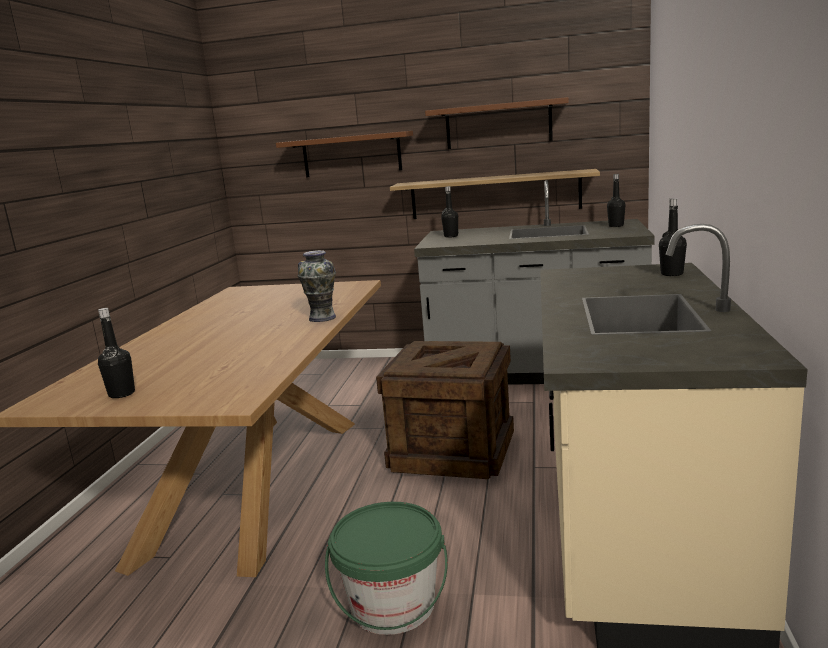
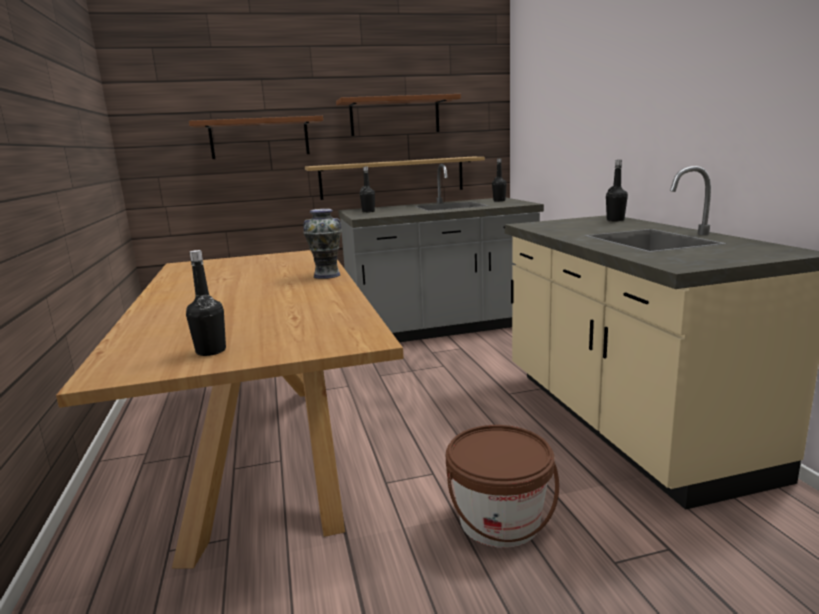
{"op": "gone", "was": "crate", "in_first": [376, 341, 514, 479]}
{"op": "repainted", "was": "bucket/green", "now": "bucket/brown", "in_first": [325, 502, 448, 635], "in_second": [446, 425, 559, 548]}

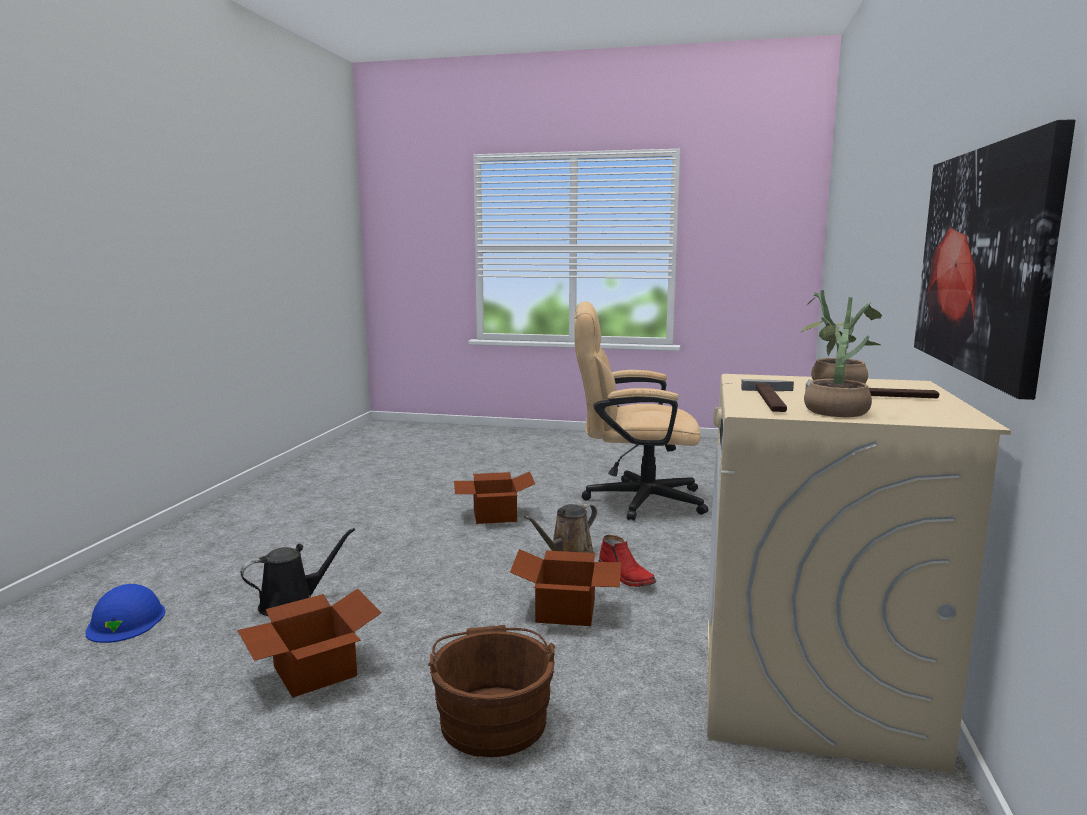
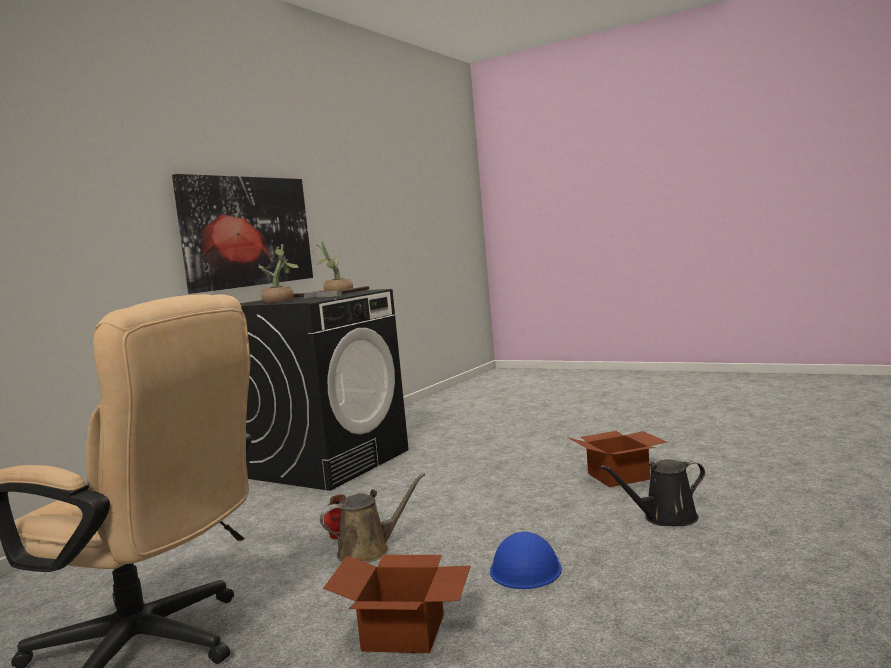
{"op": "repainted", "was": "washing machine/beige", "now": "washing machine/black", "in_first": [707, 374, 1011, 773], "in_second": [240, 289, 408, 491]}
{"op": "gone", "was": "cardboard box", "in_first": [510, 549, 621, 626]}
{"op": "shifted", "was": "hard hat/blue", "in_first": [85, 584, 165, 643], "in_second": [490, 532, 562, 589]}
{"op": "gone", "was": "bucket/brown", "in_first": [428, 625, 555, 757]}

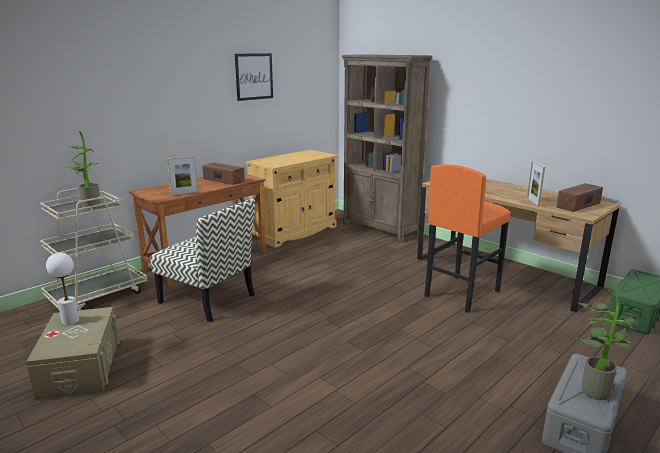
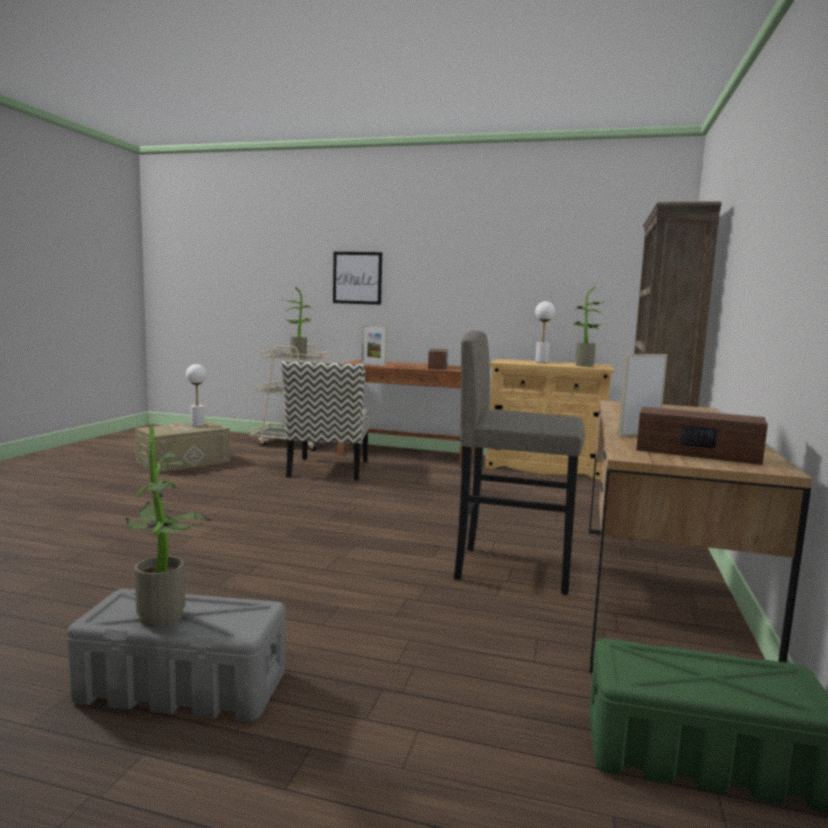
{"op": "shifted", "was": "picture", "in_first": [235, 53, 273, 101], "in_second": [333, 252, 382, 305]}
{"op": "repainted", "was": "stool/orange", "now": "stool/grey", "in_first": [424, 165, 511, 313], "in_second": [454, 330, 585, 595]}
{"op": "new", "now": "potted plant", "in_second": [573, 286, 610, 367]}
{"op": "new", "now": "table lamp/white", "in_second": [535, 301, 555, 363]}

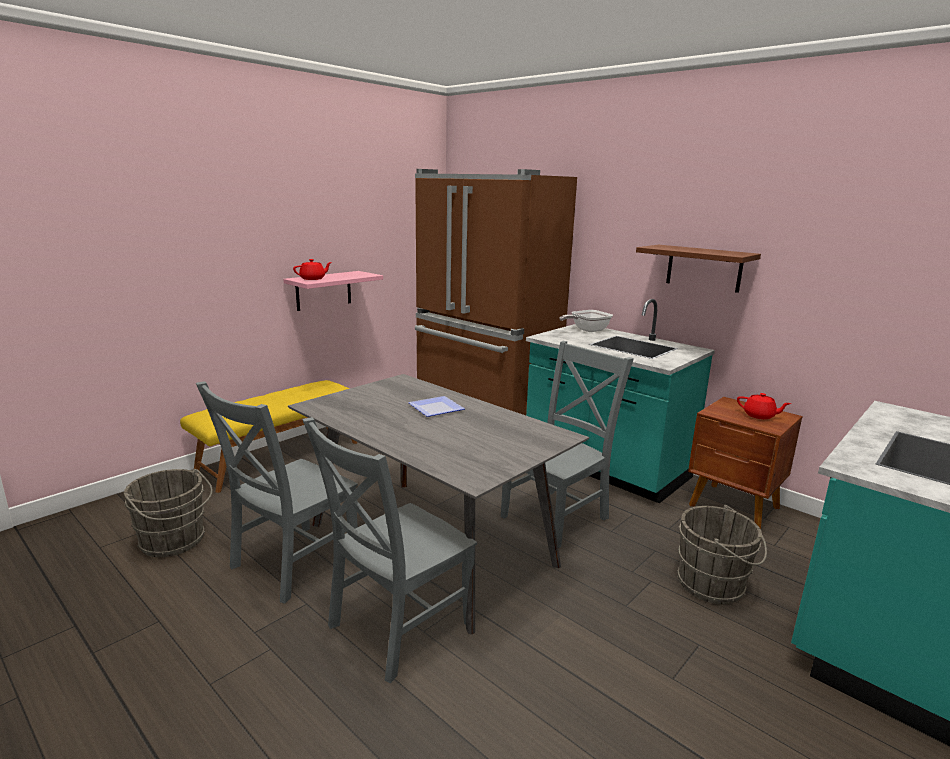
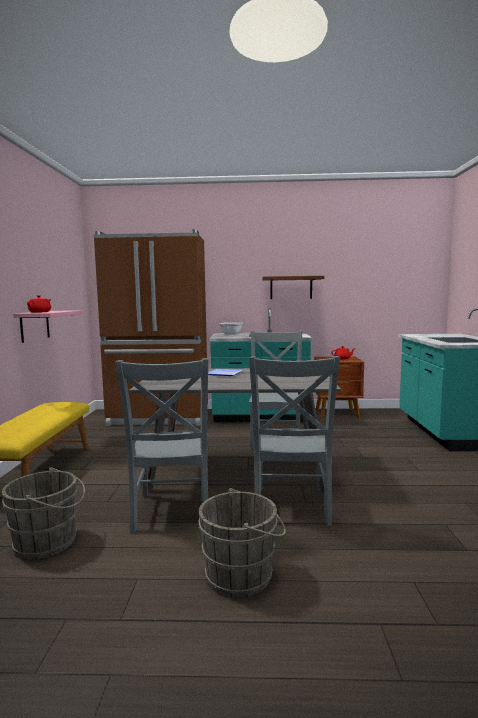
{"op": "shifted", "was": "bucket/grey", "in_first": [677, 505, 767, 604], "in_second": [199, 488, 286, 597]}

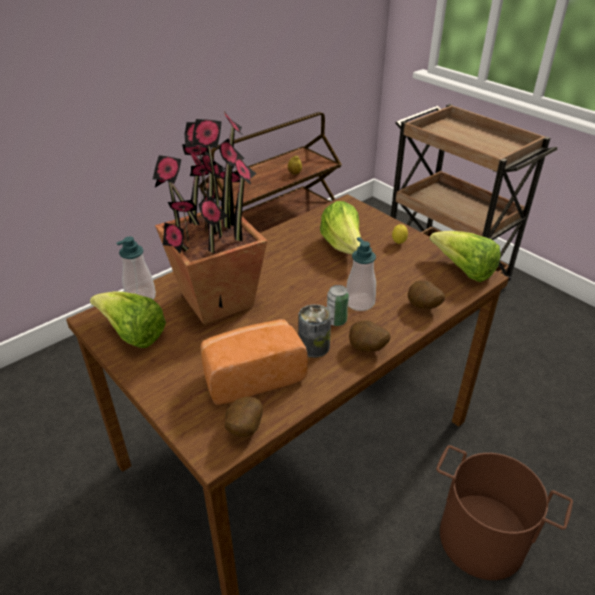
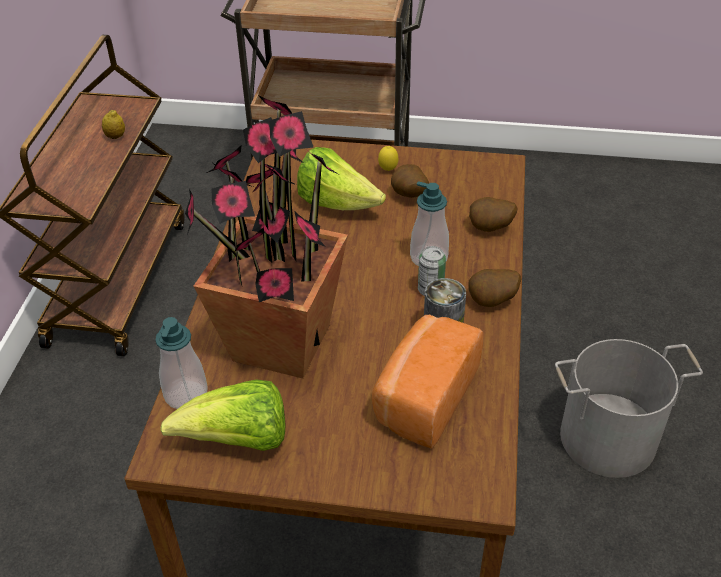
{"op": "gone", "was": "lettuce", "in_first": [430, 231, 501, 282]}
{"op": "shifted", "was": "potato", "in_first": [225, 397, 263, 437], "in_second": [391, 164, 429, 198]}
{"op": "repainted", "was": "bucket/brown", "now": "bucket/grey", "in_first": [436, 445, 573, 580], "in_second": [555, 339, 703, 478]}

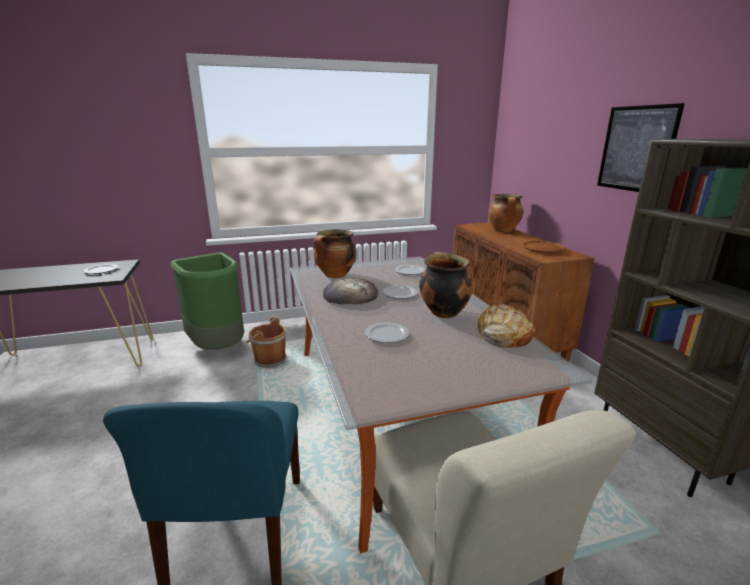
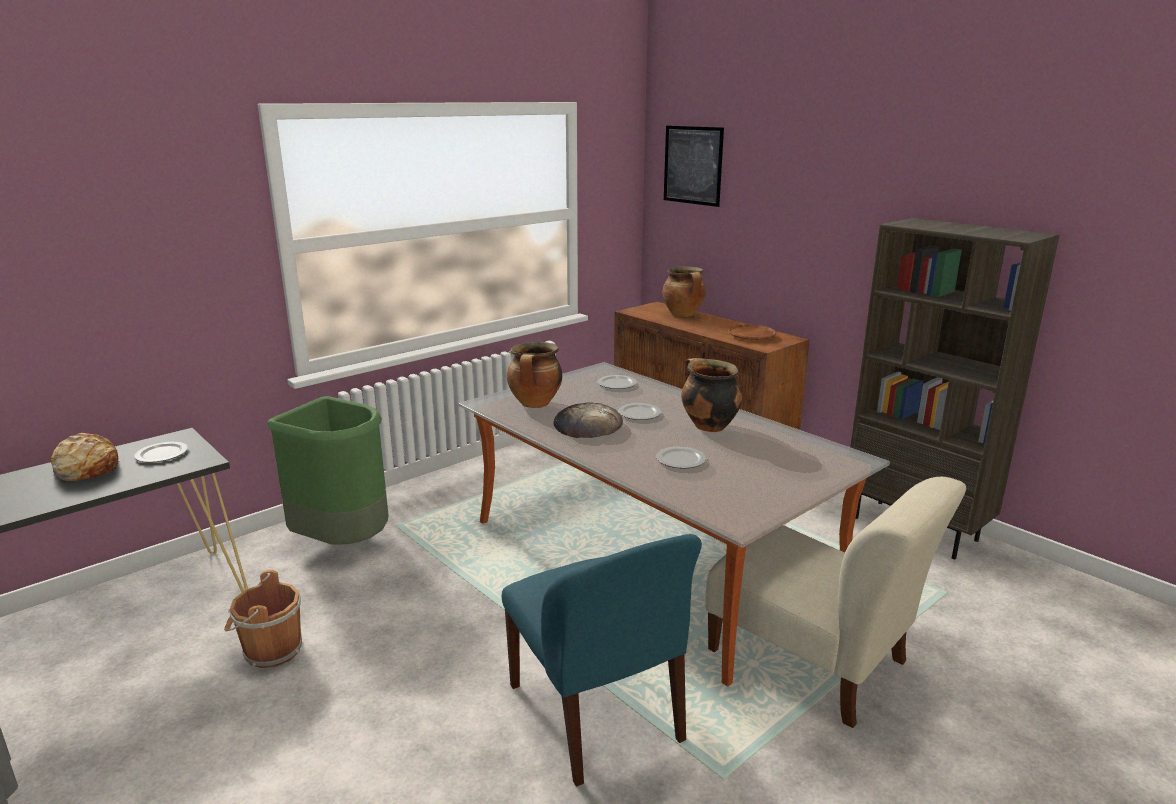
{"op": "shifted", "was": "picture", "in_first": [597, 103, 685, 192], "in_second": [664, 126, 724, 207]}
{"op": "shifted", "was": "bread", "in_first": [476, 304, 536, 348], "in_second": [51, 433, 120, 481]}
{"op": "shifted", "was": "bucket/brown", "in_first": [246, 316, 287, 368], "in_second": [224, 570, 302, 668]}

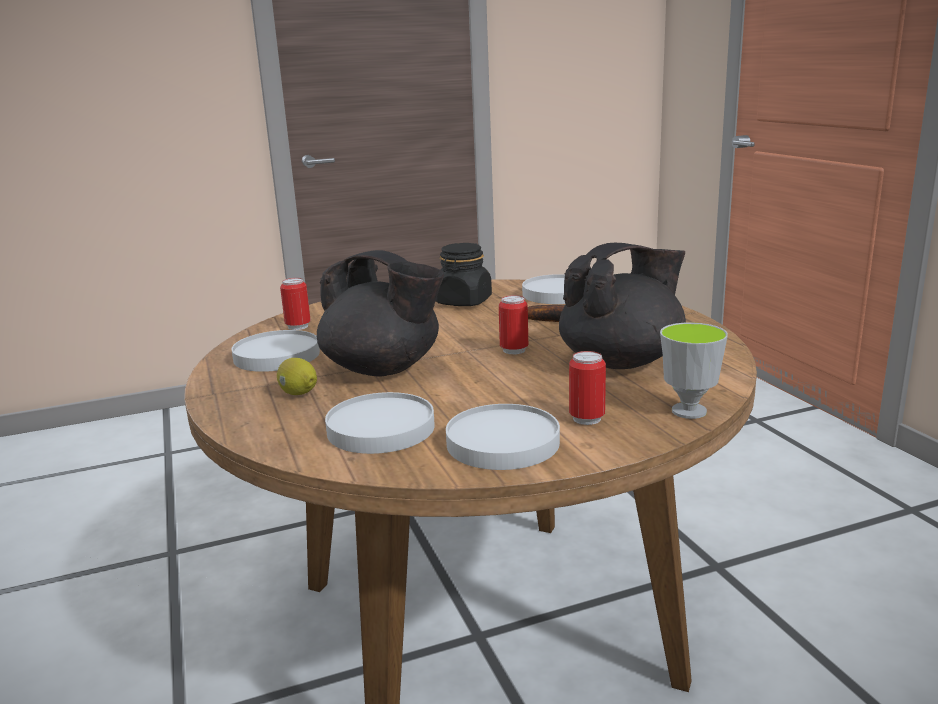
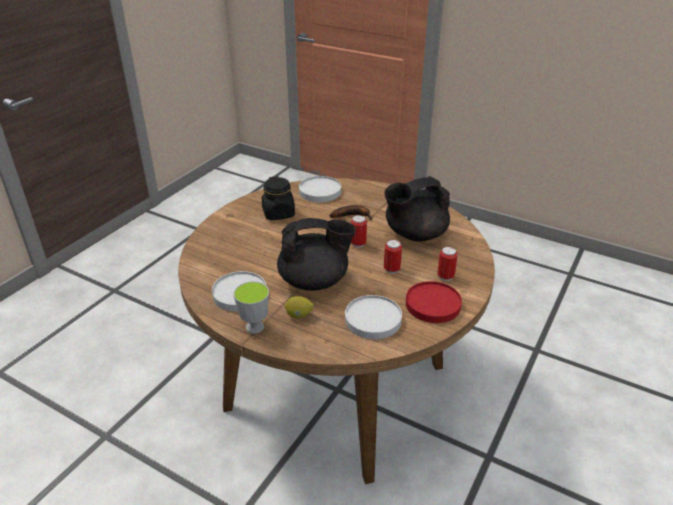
{"op": "rotated", "was": "teapot/black", "in_first": [559, 243, 686, 369], "in_second": [384, 176, 450, 241], "clockwise": -135}
{"op": "shifted", "was": "can", "in_first": [280, 278, 311, 330], "in_second": [384, 240, 402, 274]}
{"op": "shifted", "was": "cup", "in_first": [660, 322, 728, 419], "in_second": [234, 281, 269, 334]}
{"op": "repainted", "was": "plate/white", "now": "plate/red", "in_first": [446, 404, 560, 470], "in_second": [406, 281, 462, 323]}

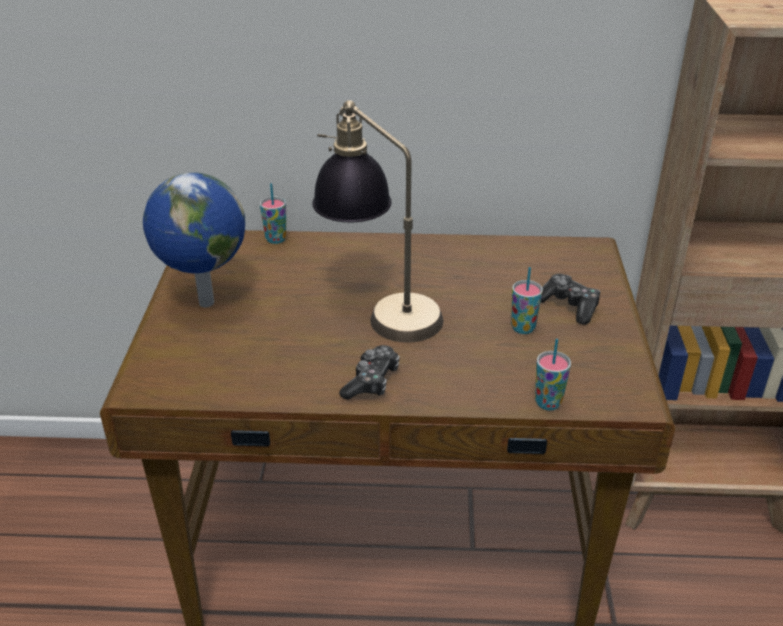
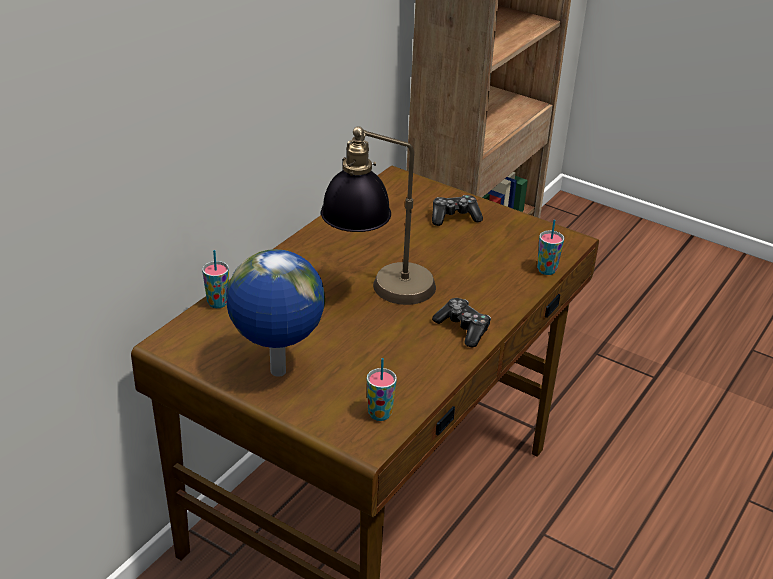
{"op": "shifted", "was": "cup", "in_first": [511, 267, 543, 334], "in_second": [367, 358, 397, 421]}

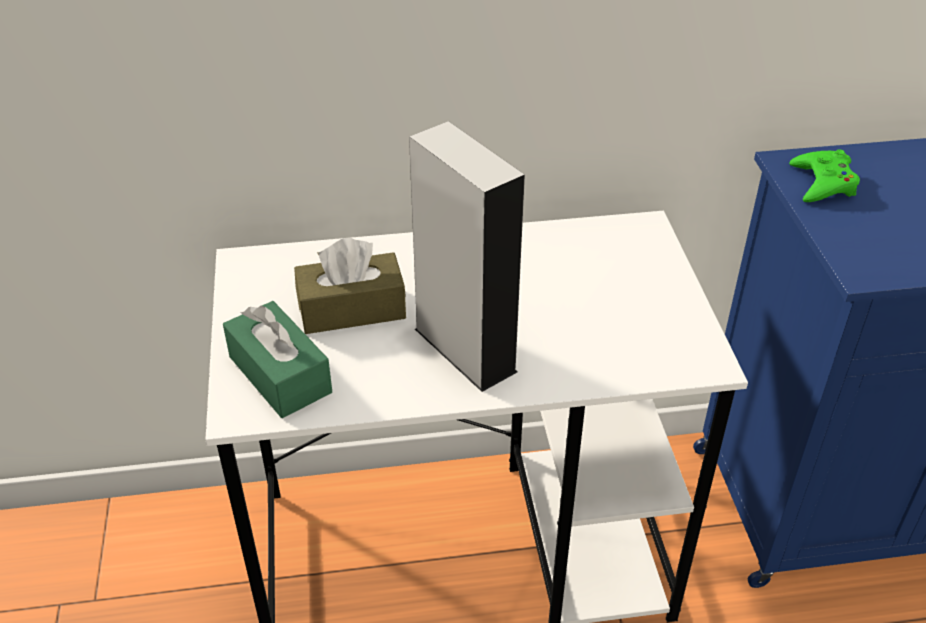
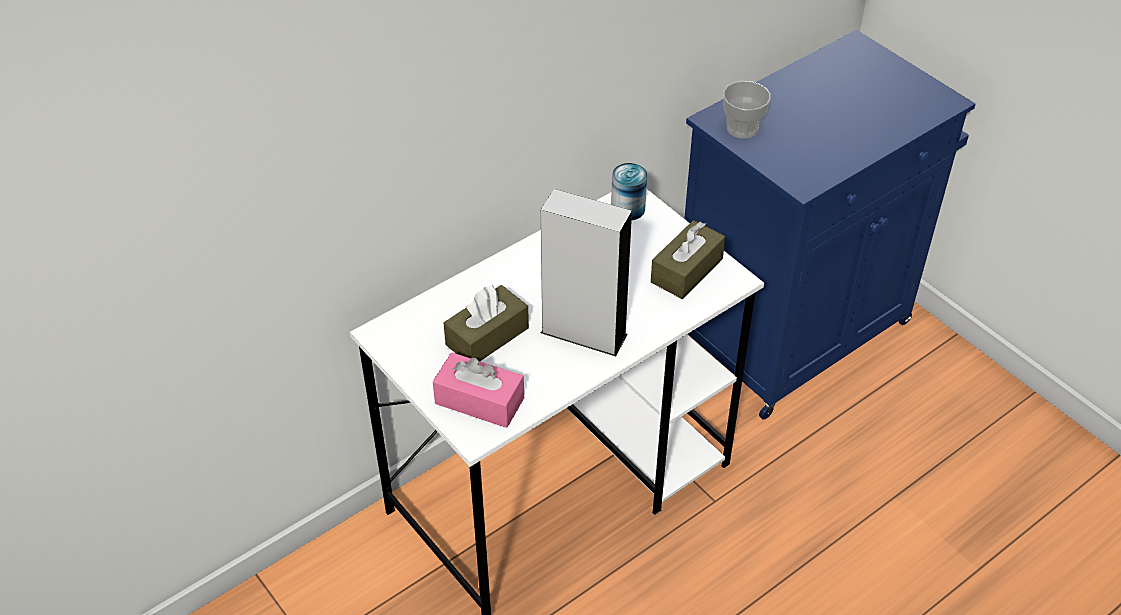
{"op": "swapped", "was": "game controller/green", "now": "cup", "in_first": [789, 149, 860, 202], "in_second": [723, 81, 771, 139]}
{"op": "repainted", "was": "tissue box/green", "now": "tissue box/pink", "in_first": [223, 301, 332, 418], "in_second": [433, 353, 524, 428]}
{"op": "new", "now": "can", "in_second": [611, 163, 647, 220]}
{"op": "new", "now": "tissue box/brown", "in_second": [651, 220, 725, 299]}

